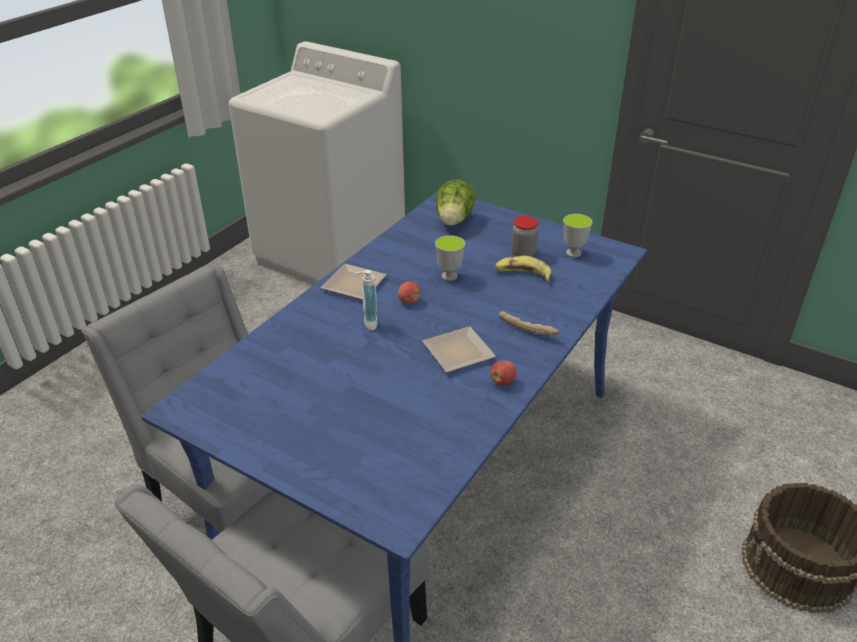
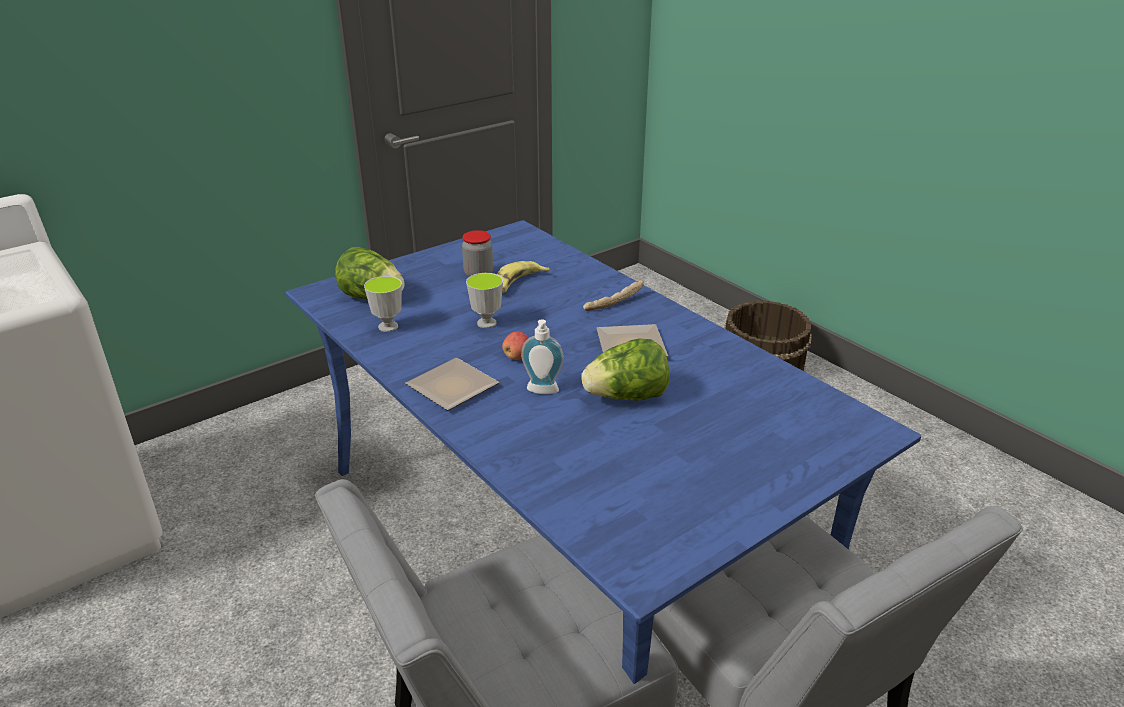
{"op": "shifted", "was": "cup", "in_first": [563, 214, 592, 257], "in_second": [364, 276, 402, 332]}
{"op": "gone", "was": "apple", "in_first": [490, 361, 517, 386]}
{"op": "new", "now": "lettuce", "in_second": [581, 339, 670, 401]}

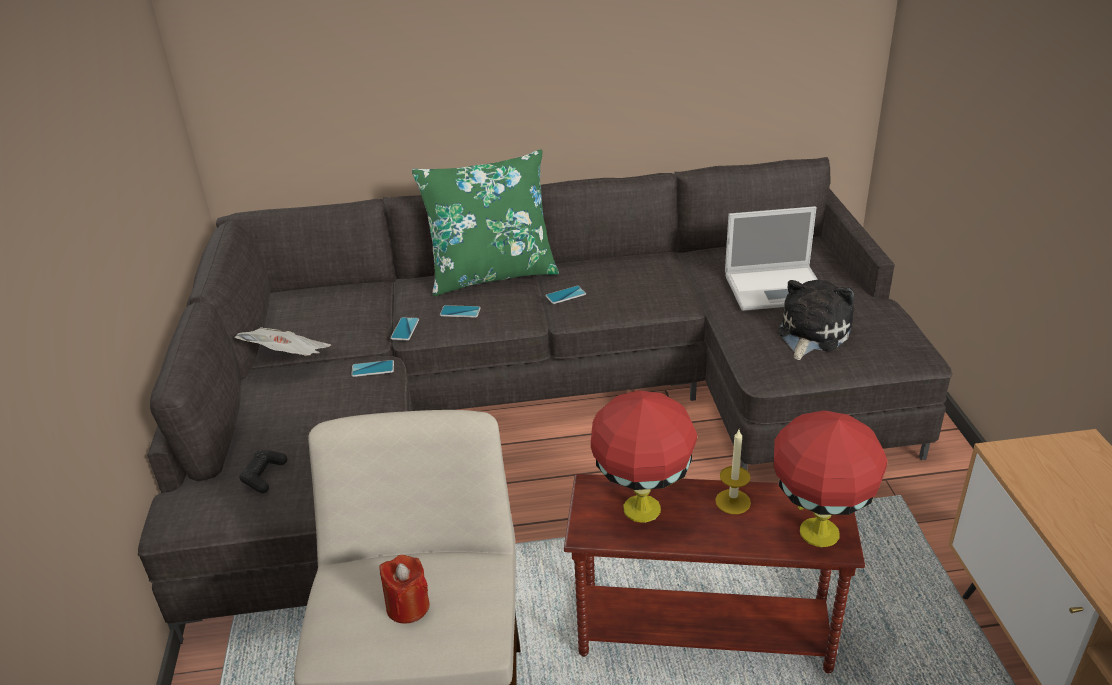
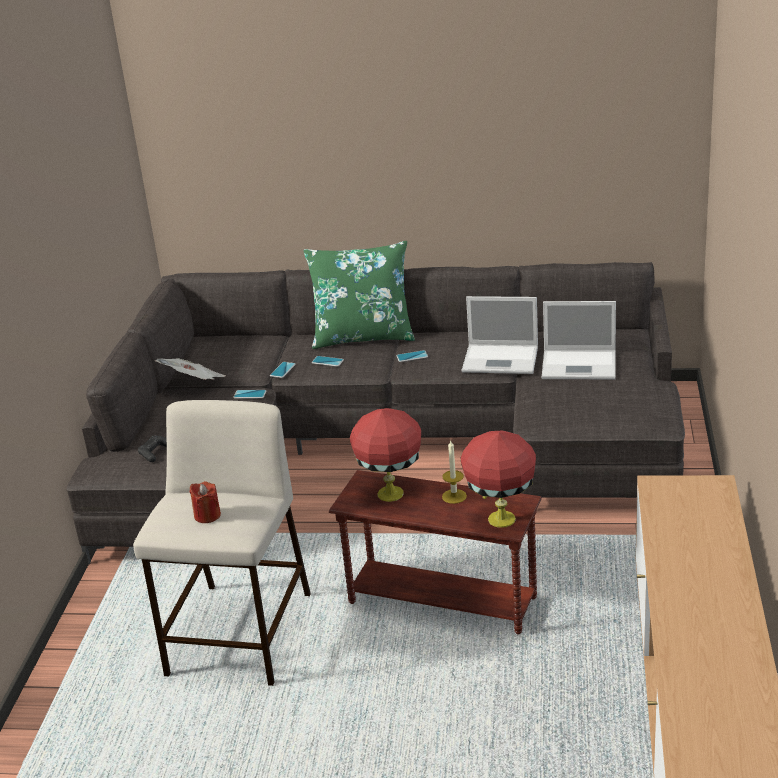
{"op": "gone", "was": "plush toy", "in_first": [777, 280, 854, 360]}
{"op": "new", "now": "laptop", "in_second": [462, 296, 538, 374]}

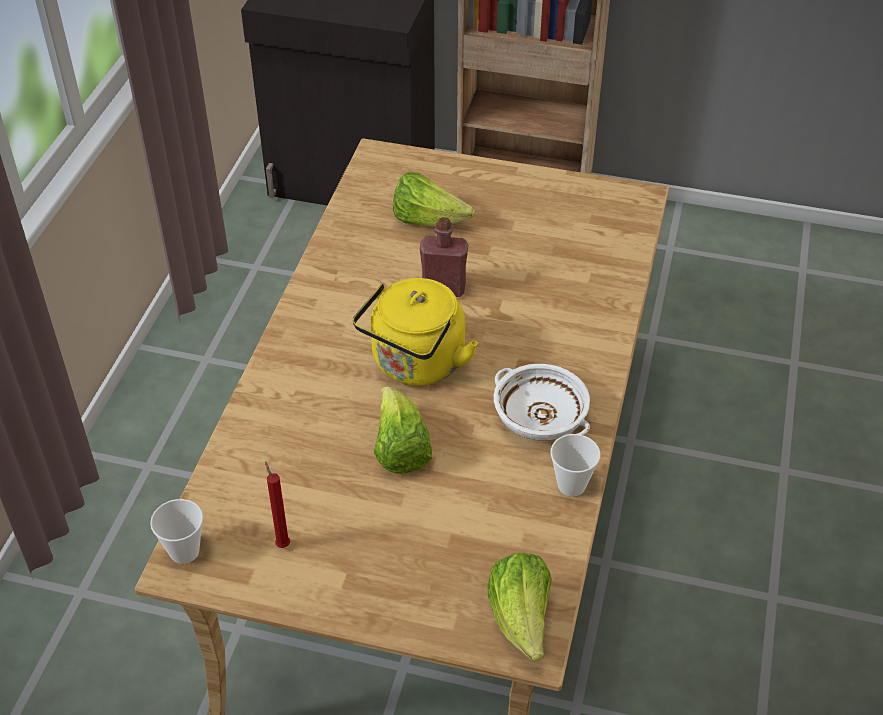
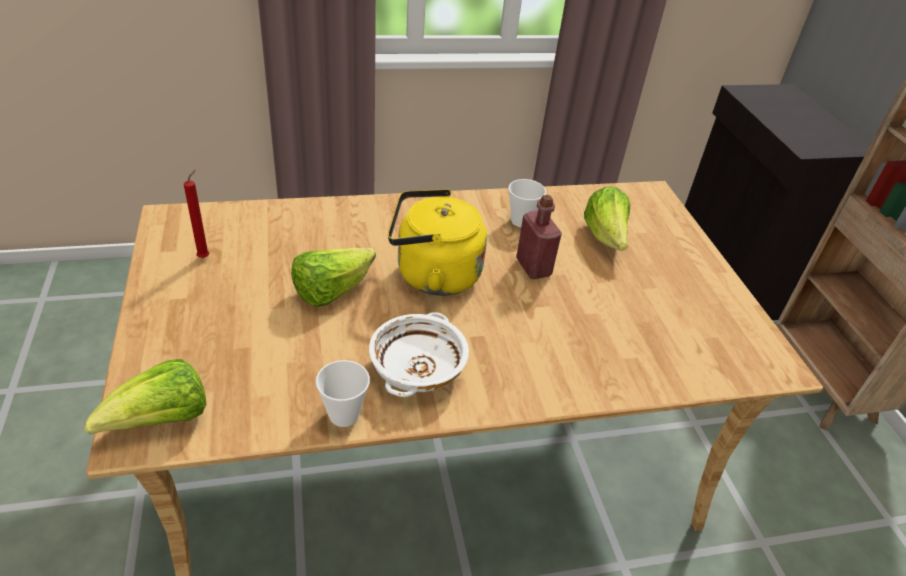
{"op": "shifted", "was": "cup", "in_first": [150, 499, 203, 564], "in_second": [509, 179, 546, 227]}

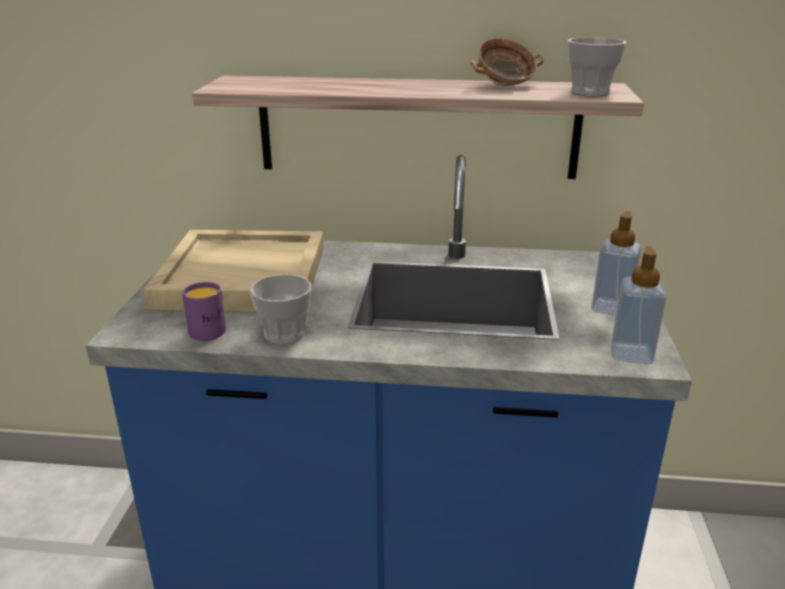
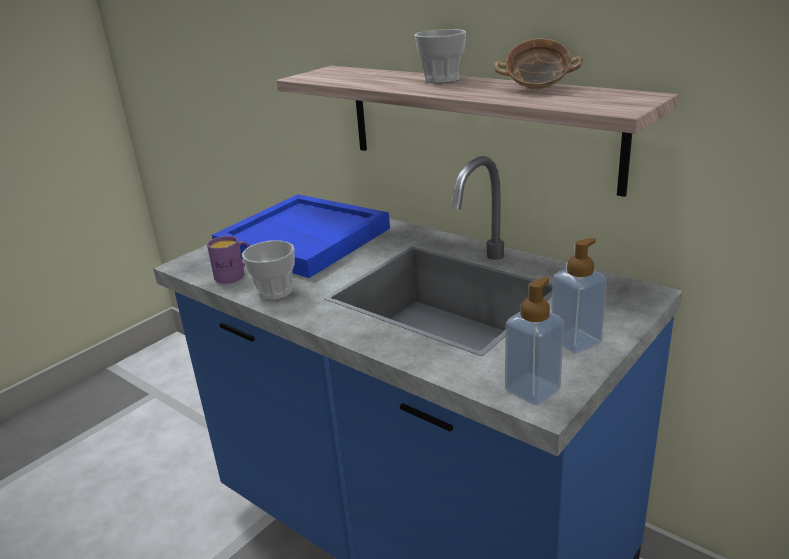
{"op": "shifted", "was": "cup", "in_first": [568, 37, 627, 97], "in_second": [415, 29, 466, 83]}
{"op": "repainted", "was": "tray/beige", "now": "tray/blue", "in_first": [143, 230, 324, 312], "in_second": [212, 194, 390, 278]}

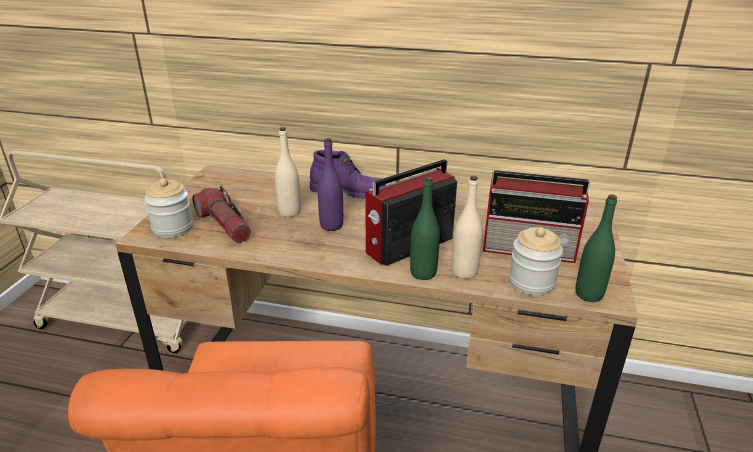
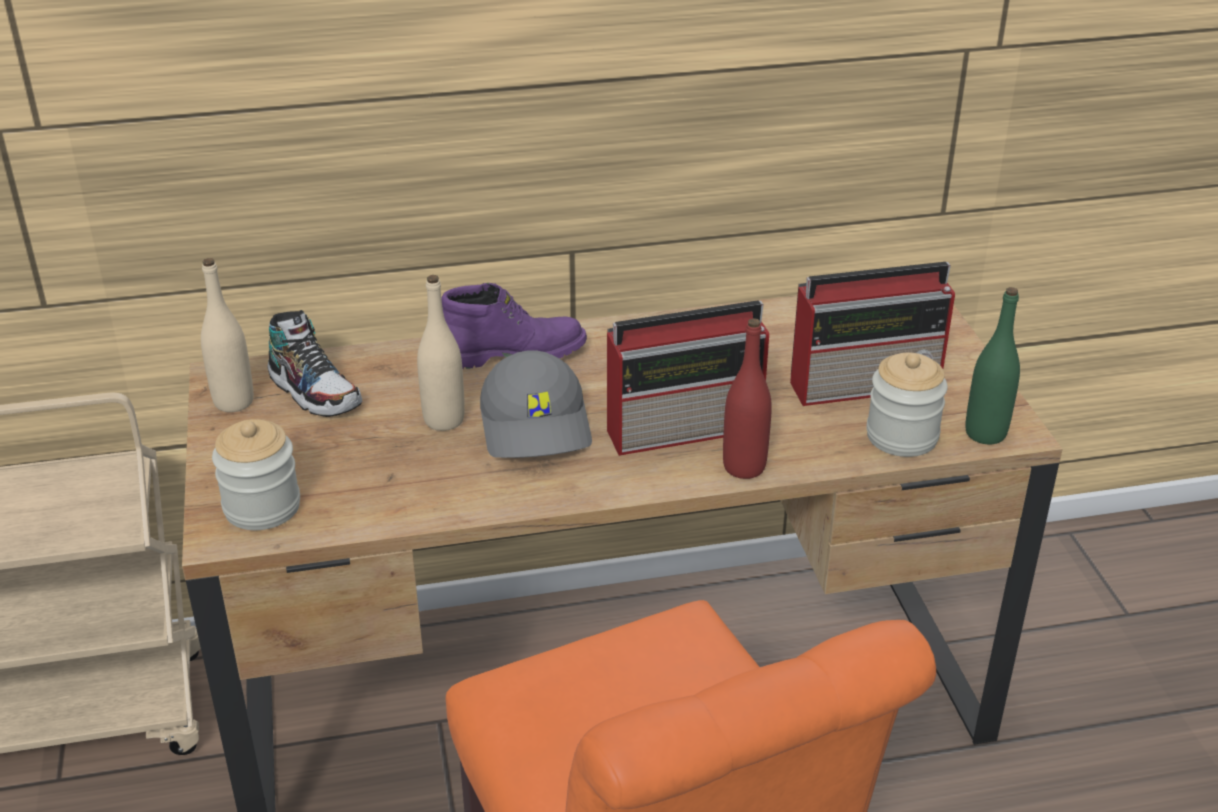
{"op": "swapped", "was": "bottle/purple", "now": "cap/grey", "in_first": [318, 138, 343, 231], "in_second": [480, 350, 592, 458]}
{"op": "rotated", "was": "radio", "in_first": [365, 159, 457, 266], "in_second": [607, 300, 769, 456], "clockwise": -135}
{"op": "shifted", "was": "bottle/beige", "in_first": [452, 176, 483, 279], "in_second": [201, 258, 254, 412]}
{"op": "repainted", "was": "bottle/green", "now": "bottle/red", "in_first": [410, 177, 440, 280], "in_second": [723, 318, 772, 479]}
{"op": "gone", "was": "flashlight", "in_first": [192, 186, 251, 243]}
{"op": "new", "now": "shoe", "in_second": [267, 310, 362, 417]}

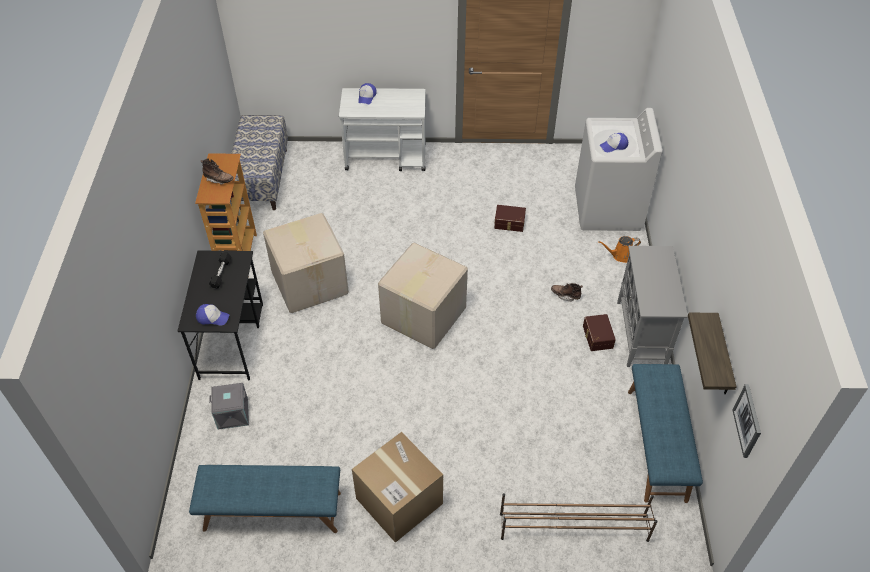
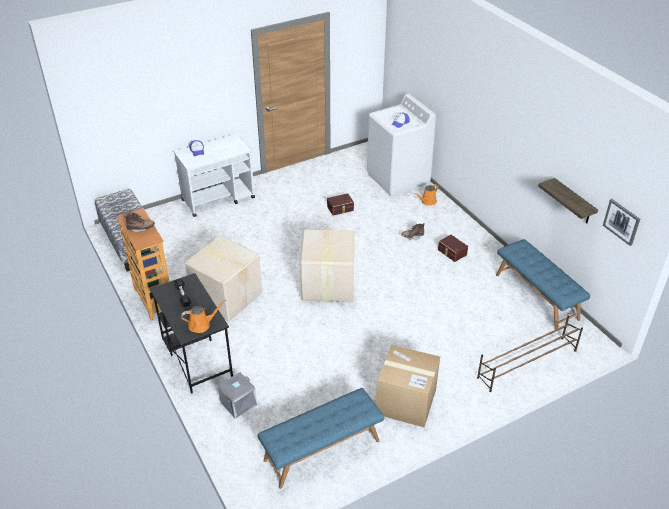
{"op": "gone", "was": "cabinet/grey", "in_first": [617, 246, 688, 367]}
{"op": "swapped", "was": "cap", "now": "watering can/orange", "in_first": [196, 304, 229, 325], "in_second": [181, 300, 227, 333]}

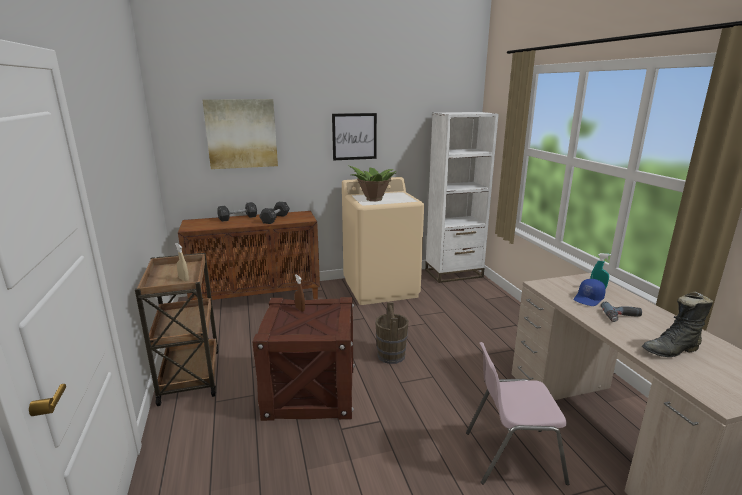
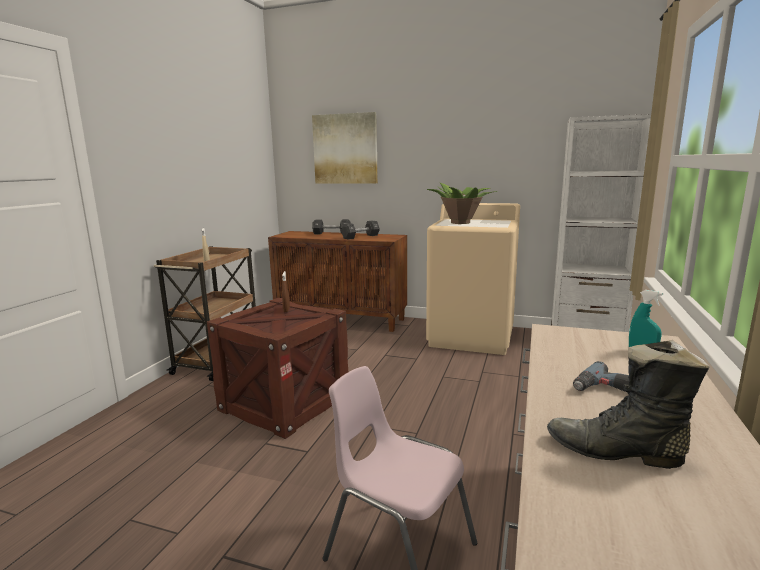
{"op": "gone", "was": "picture", "in_first": [332, 113, 377, 160]}
{"op": "gone", "was": "cap/blue", "in_first": [574, 279, 606, 306]}
{"op": "gone", "was": "bucket/brown", "in_first": [375, 302, 409, 364]}

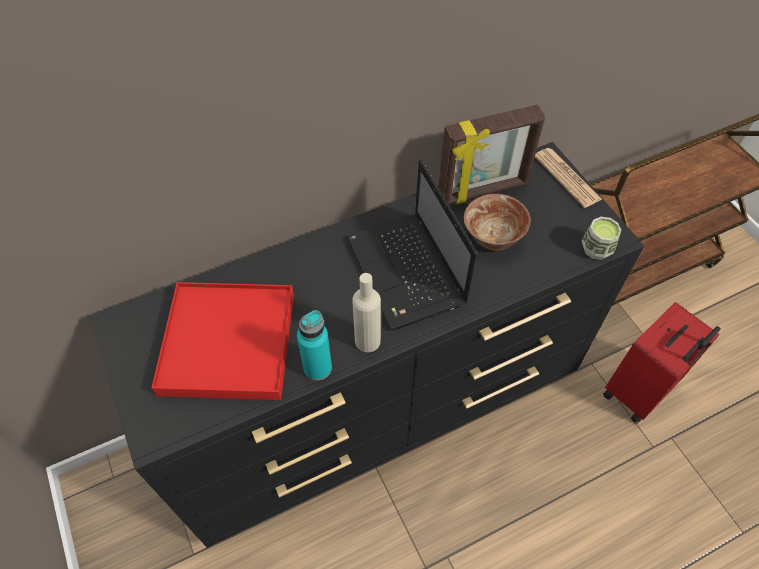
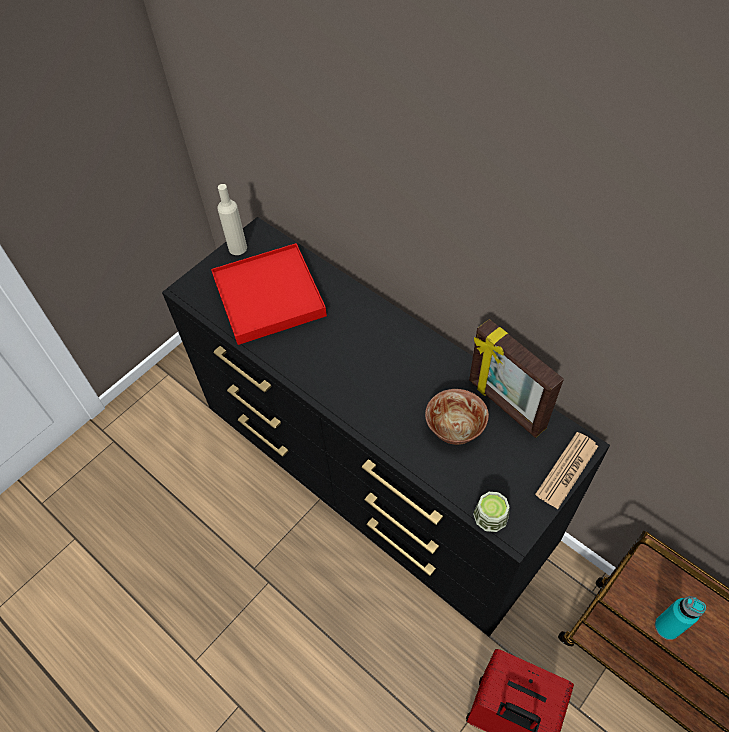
{"op": "gone", "was": "laptop", "in_first": [346, 160, 477, 330]}
{"op": "shifted", "was": "bottle/beige", "in_first": [352, 273, 381, 352], "in_second": [217, 184, 247, 255]}
{"op": "shifted", "was": "bottle/turquoise", "in_first": [297, 310, 332, 381], "in_second": [655, 596, 706, 640]}

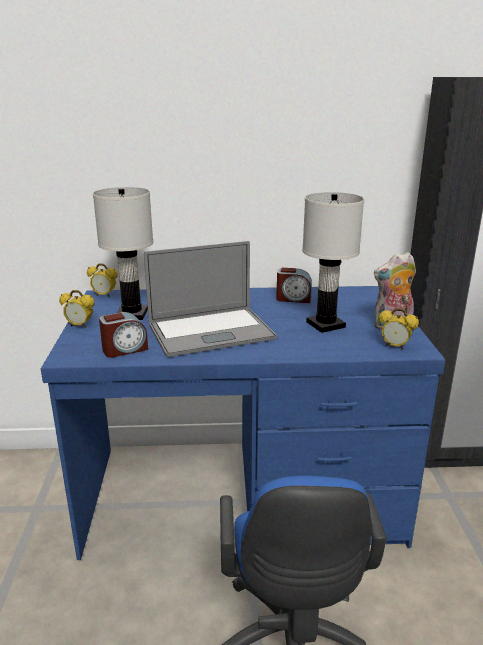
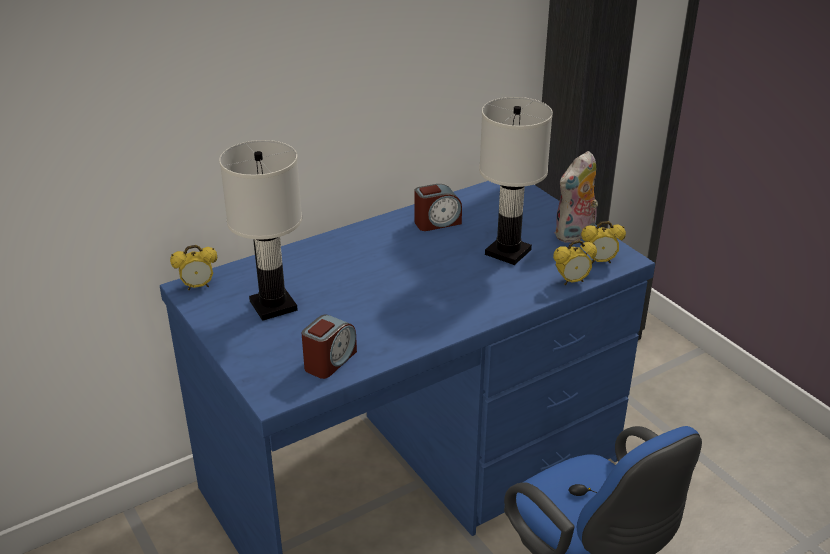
{"op": "gone", "was": "laptop", "in_first": [144, 241, 277, 357]}
{"op": "shifted", "was": "alarm clock", "in_first": [59, 290, 95, 328], "in_second": [553, 240, 597, 285]}

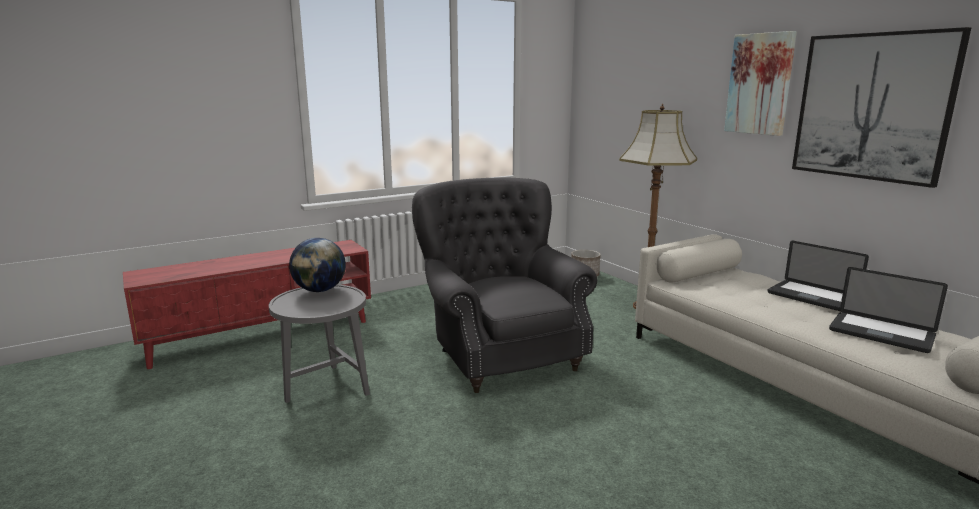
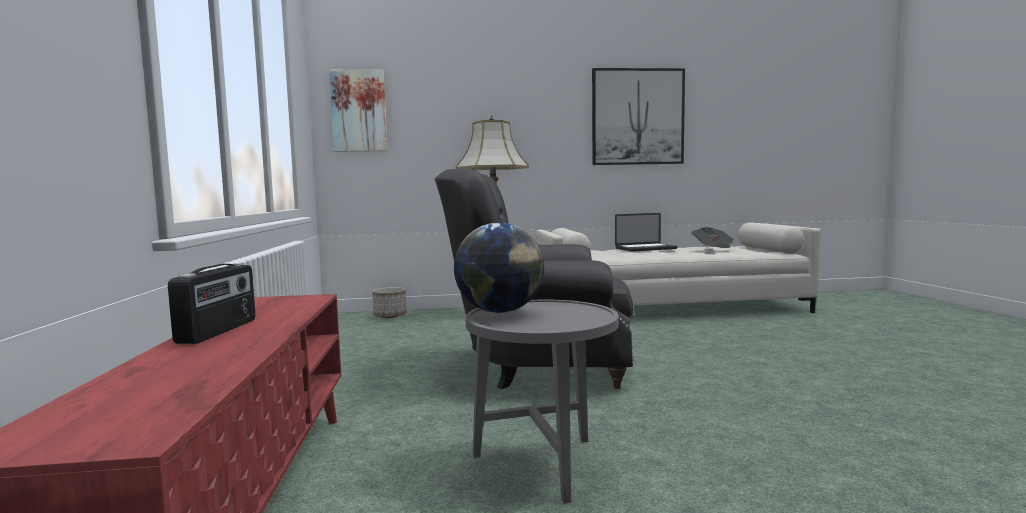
{"op": "shifted", "was": "picture", "in_first": [724, 31, 797, 136], "in_second": [329, 70, 387, 152]}
{"op": "swapped", "was": "laptop", "now": "newspaper", "in_first": [829, 267, 948, 353], "in_second": [692, 227, 733, 248]}
{"op": "new", "now": "radio", "in_second": [168, 264, 255, 344]}

